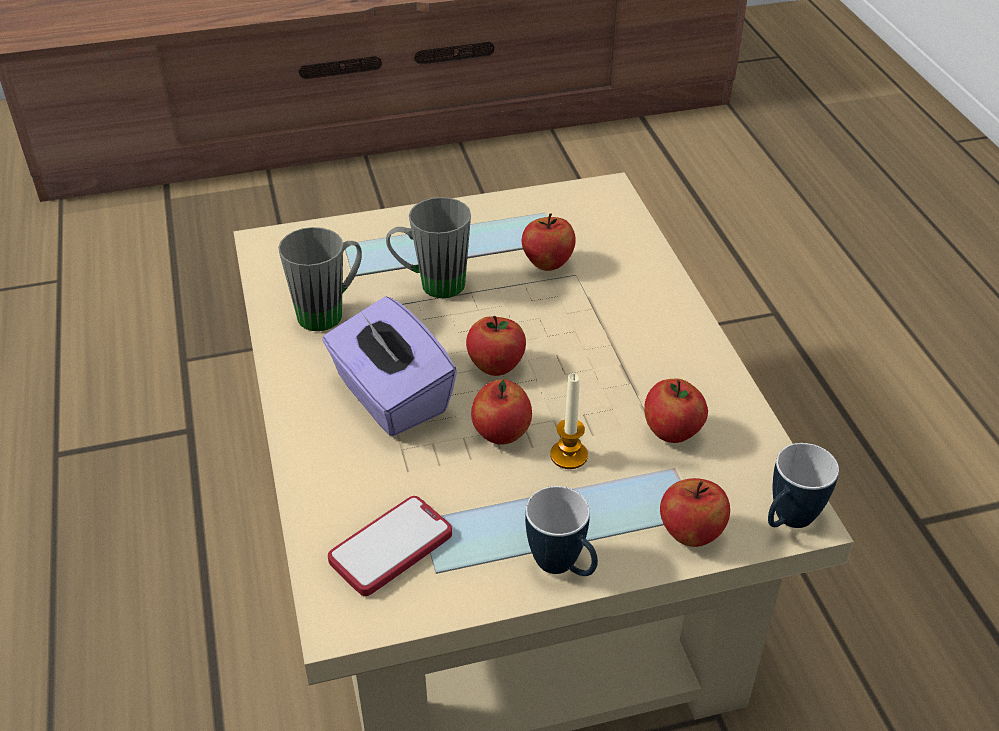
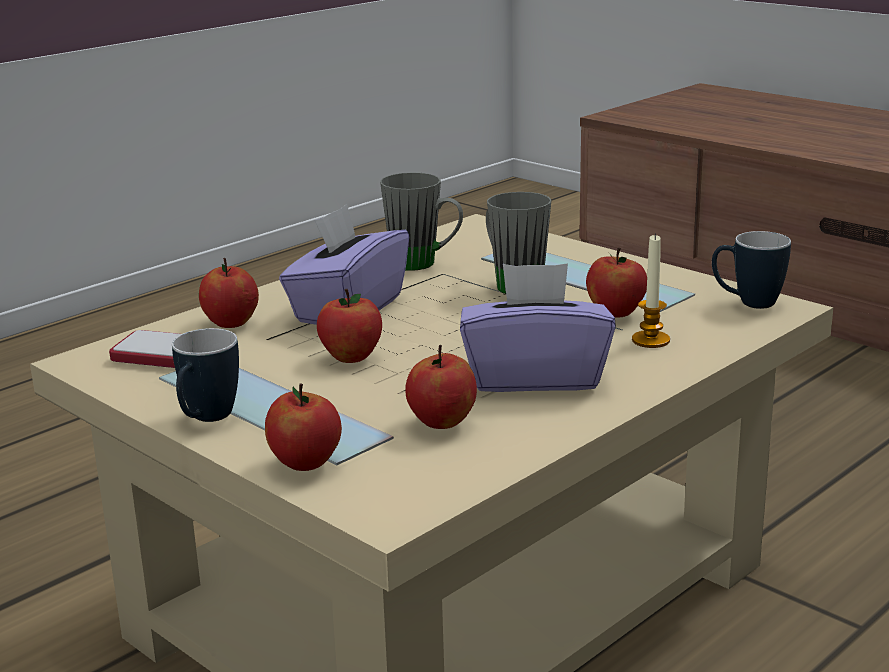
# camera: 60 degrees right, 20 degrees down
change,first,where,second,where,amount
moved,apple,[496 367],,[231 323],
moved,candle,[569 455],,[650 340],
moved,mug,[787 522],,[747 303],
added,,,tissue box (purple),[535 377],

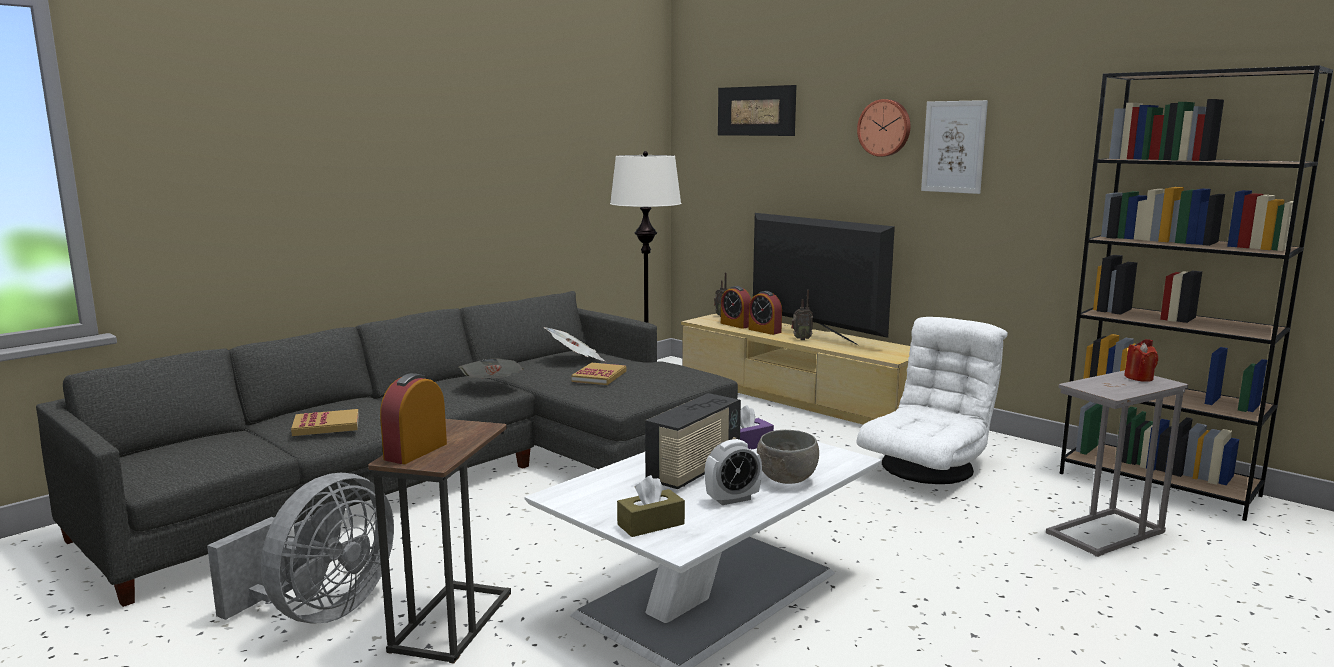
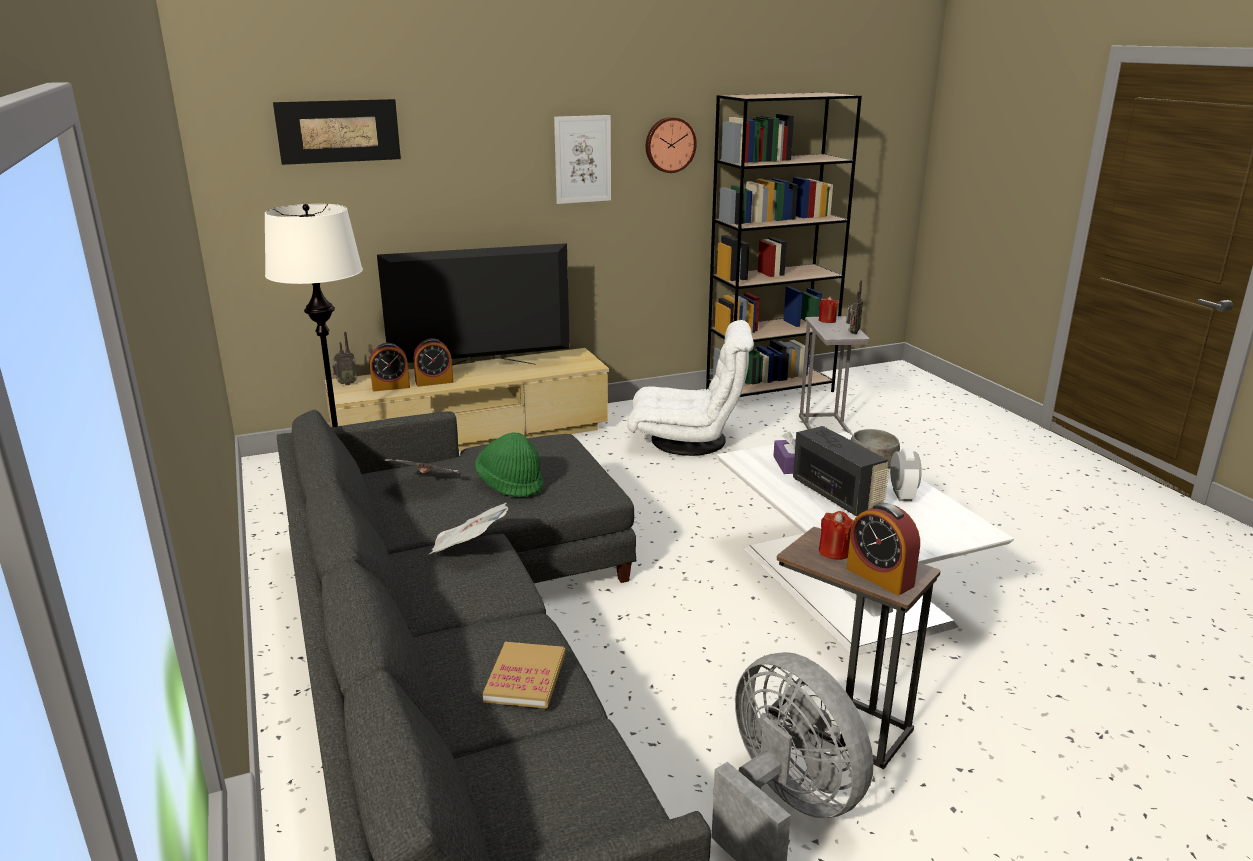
# camera: 65 degrees left, 10 degrees up
change,first,where,second,where,amount
replaced,book,[599 376],hat (green),[510 484],
removed,tissue box (brown),[651 524],,,
moved,radio,[801 339],,[851 333],
moved,wall clock,[885 128],,[669 145],
turned,armchair (white),[928 469],,[687 442],120 degrees clockwise
added,,,candle (red),[834 552],

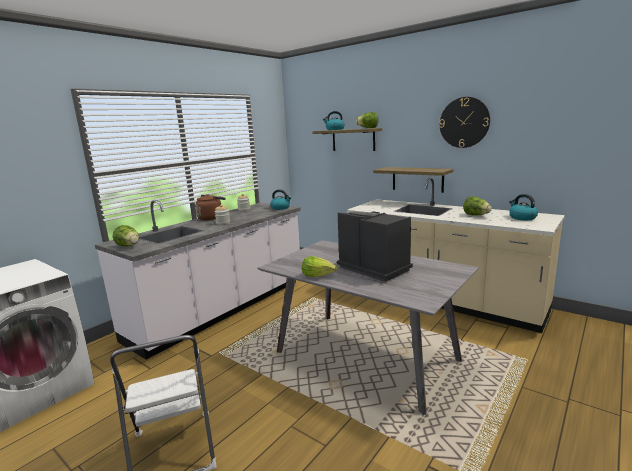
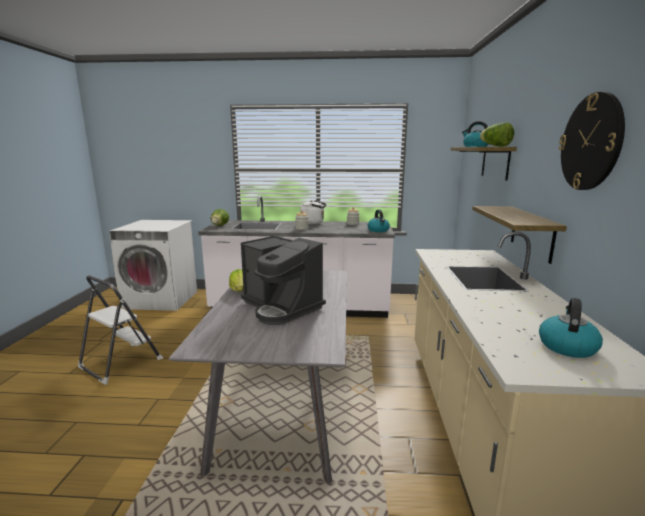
# camera: 55 degrees right, 0 degrees up
change,first,where,second,where,amount
recoloured,kettle (brown),[211 218],kettle (white),[313 223],
turned,coffee machine,[374 268],,[281 307],120 degrees clockwise
removed,lettuce,[476 215],,,

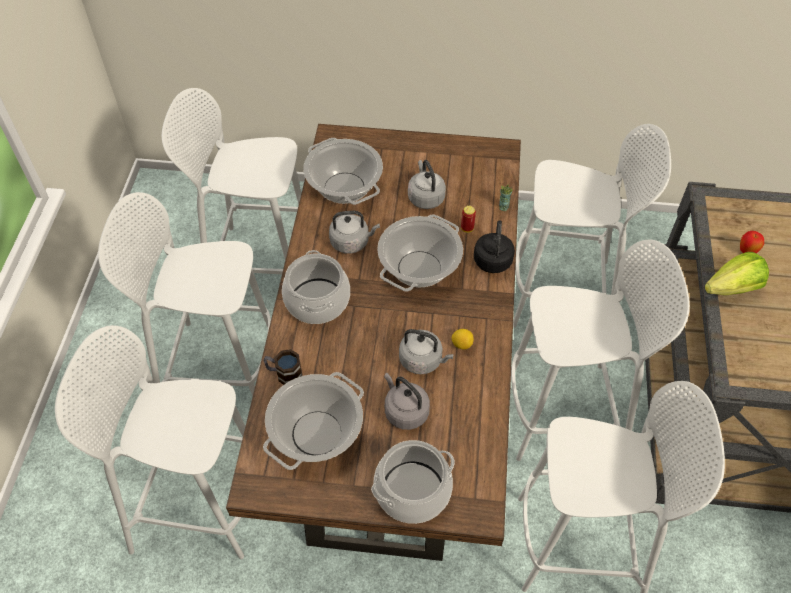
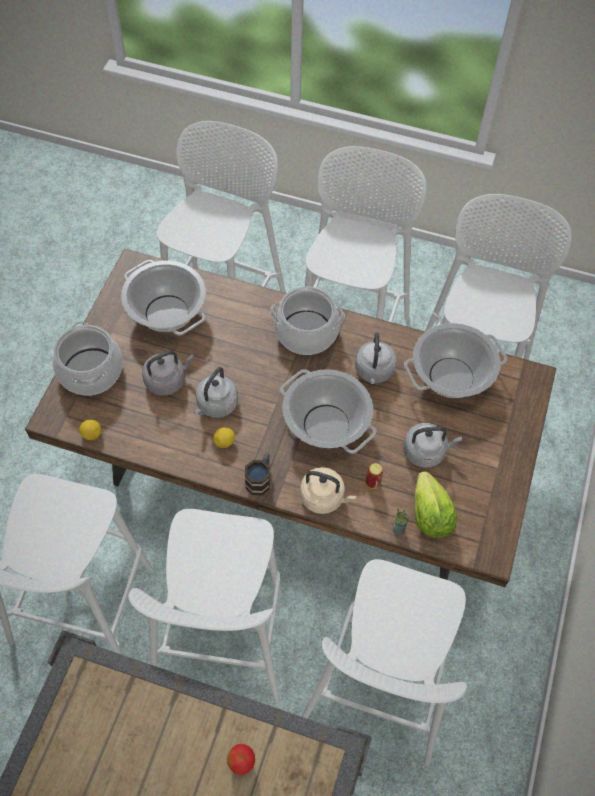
# camera: 100 degrees right, 5 degrees up
change,first,where,second,where,amount
moved,mug,[284 374],,[260 479],
recoloured,kettle (black),[493 259],kettle (beige),[324 498],
moved,lettuce,[732 288],,[430 515],
added,,,lemon,[92 434],

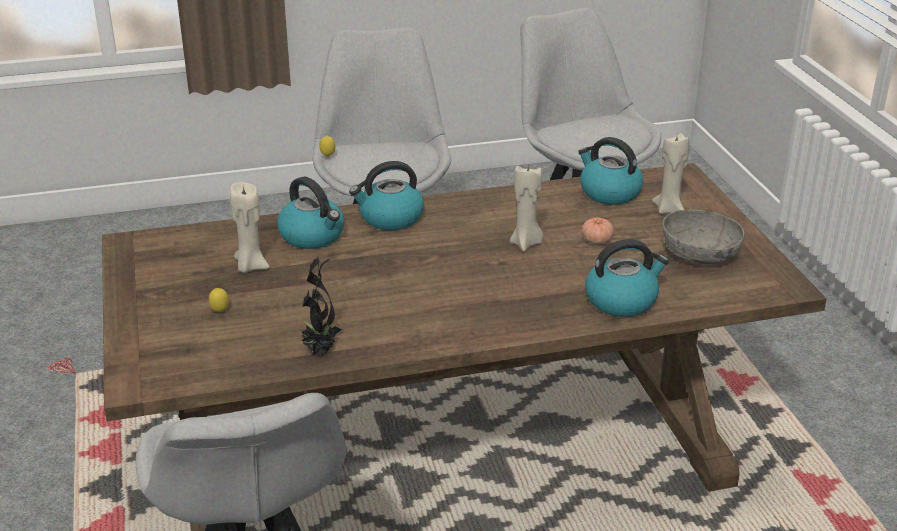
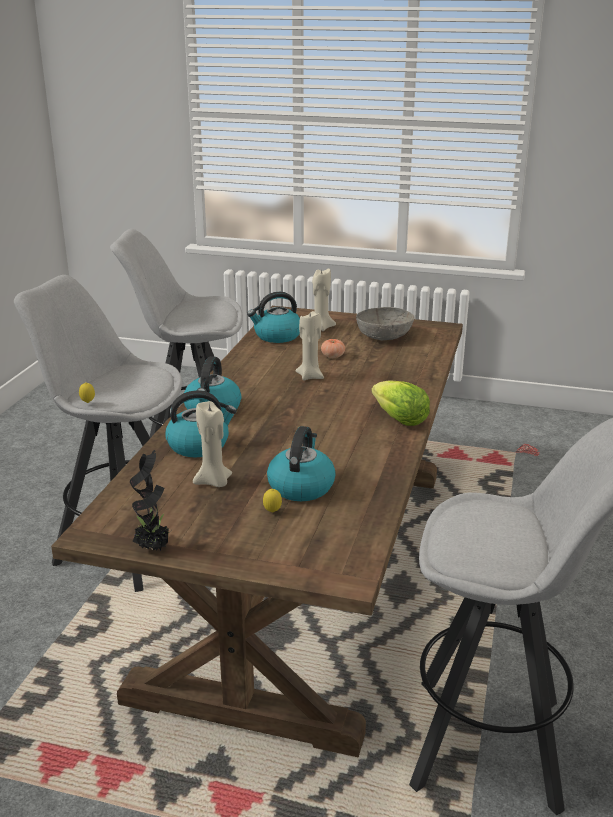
# camera: 60 degrees left, 5 degrees down
change,first,where,second,where,amount
moved,potted plant,[320 351],,[154 548],
moved,kettle,[622 300],,[301 486],
added,,,lettuce,[400 420],

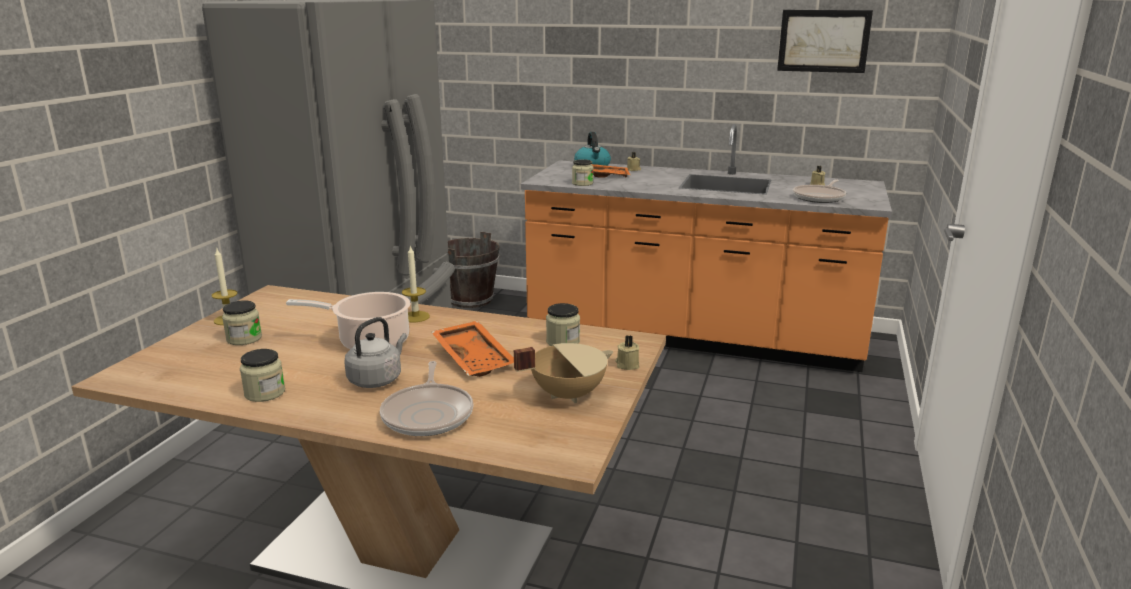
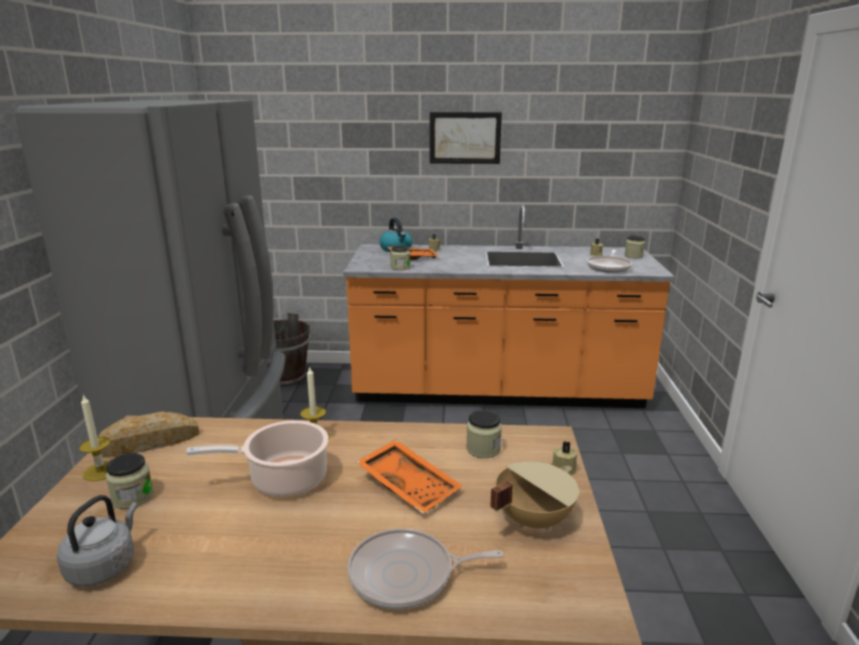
# camera: 15 degrees left, 0 degrees up
change,first,where,second,where,amount
moved,jar,[265 393],,[633 256],
moved,kettle (grey),[377 379],,[104 566],
turned,frying pan,[428 414],,[407 575],105 degrees clockwise
moved,picture,[823 41],,[465 138],
added,,,bread,[148 442],

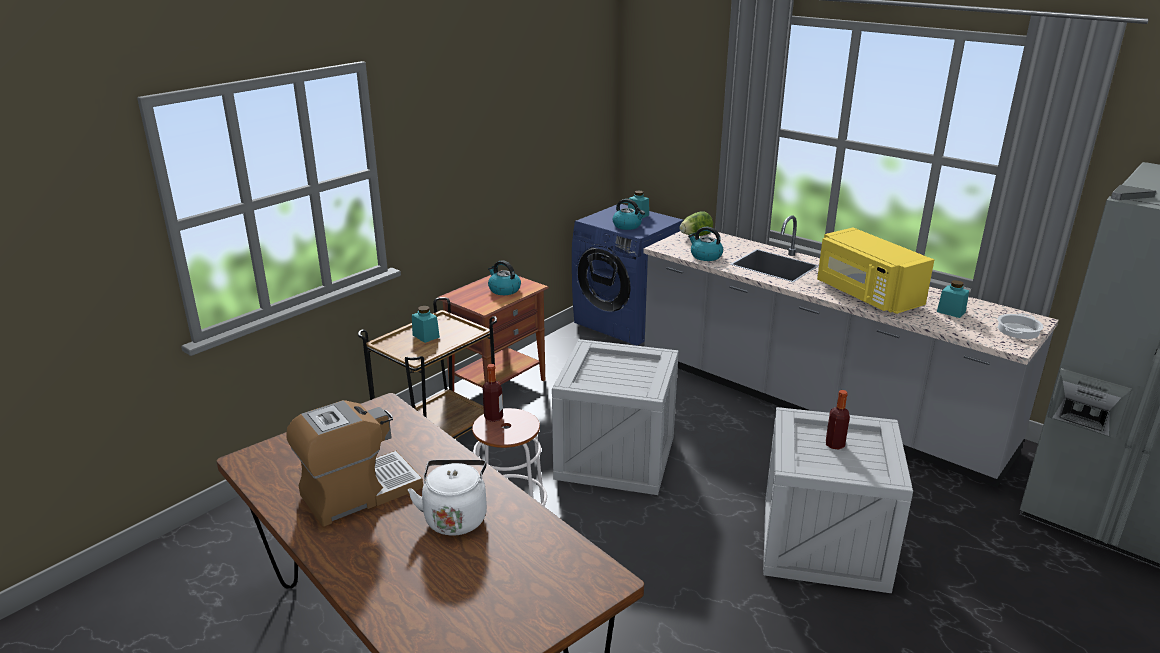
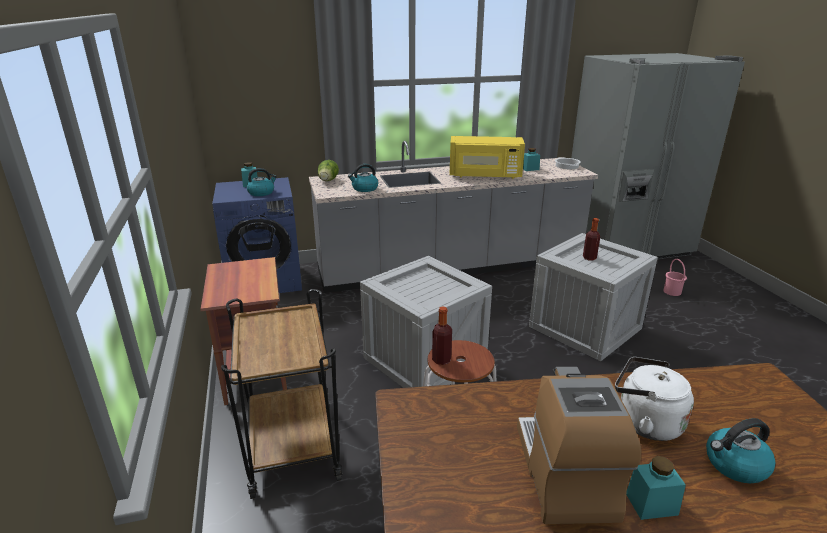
# camera: 55 degrees left, 0 degrees up
change,first,where,second,where,amount
moved,jar (turquoise),[426 336],,[651 504],
moved,kettle,[504 290],,[735 465],
added,,,bucket (pink),[672 291],

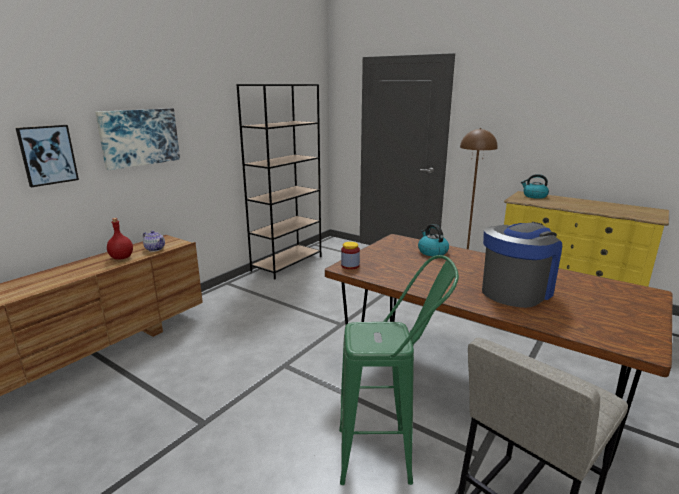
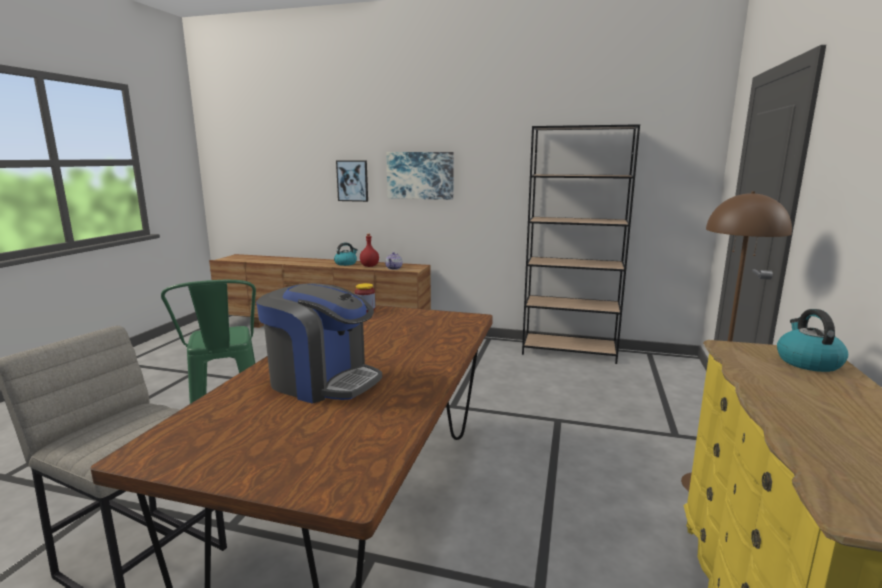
# camera: 70 degrees right, 5 degrees down
change,first,where,second,where,amount
moved,kettle,[432 252],,[346 263],

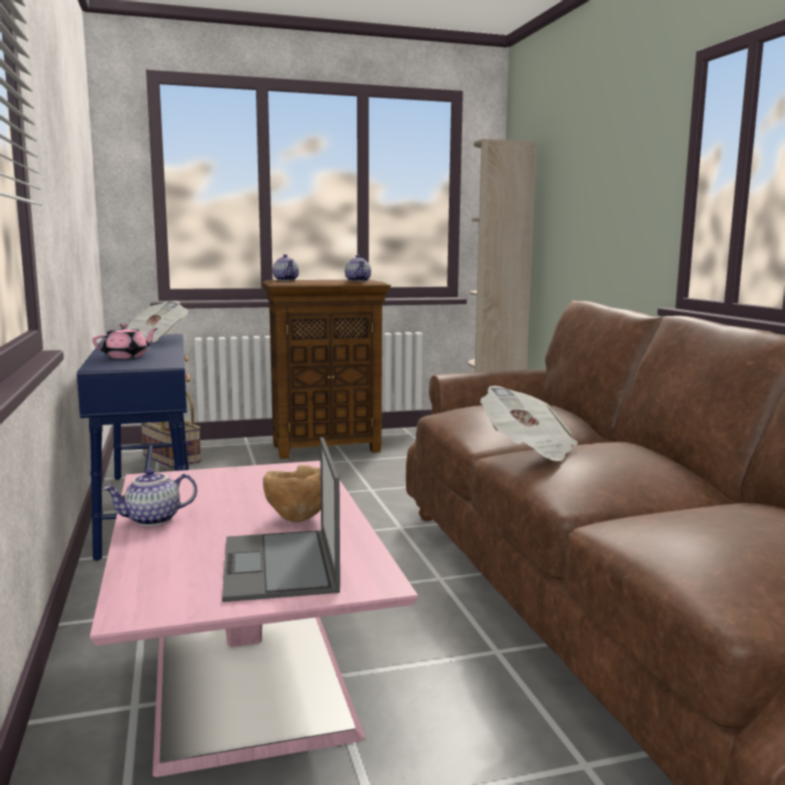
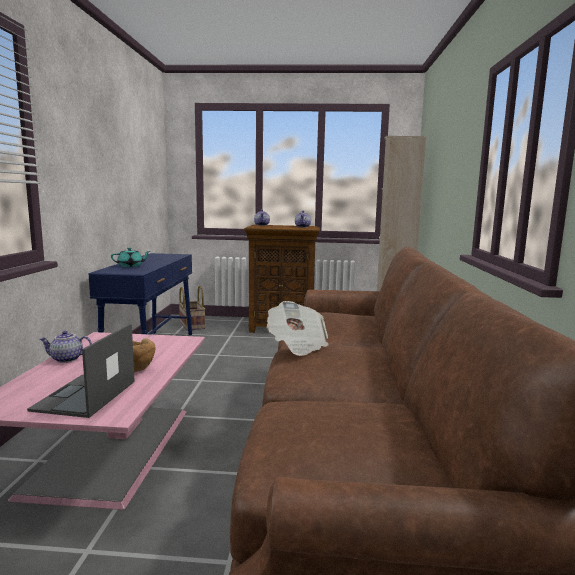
# camera: 20 degrees right, 0 degrees up
change,first,where,second,where,amount
recoloured,teapot (pink),[127 356],teapot (turquoise),[131 266],
removed,newspaper,[153 341],,,

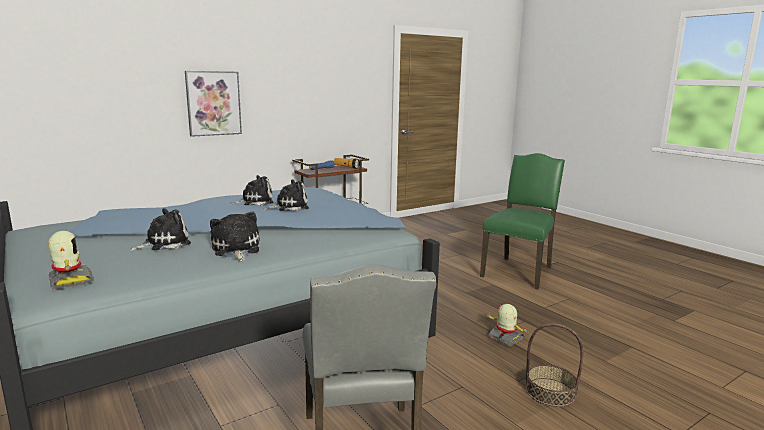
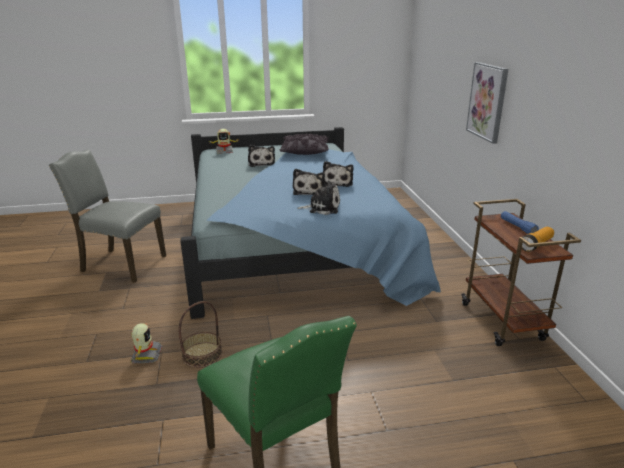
# camera: 115 degrees right, 10 degrees up
change,first,where,second,where,amount
moved,plush toy,[236 250],,[322 208],
turned,toy robot,[505 338],,[146 355],75 degrees counterclockwise
moved,basket,[550 392],,[202 354],
added,,,pillow (black),[305 151],

